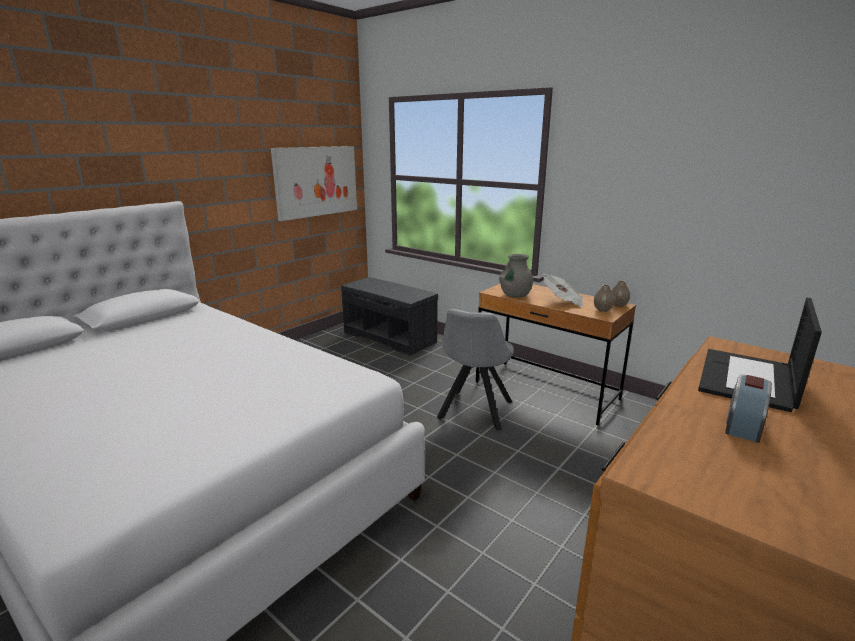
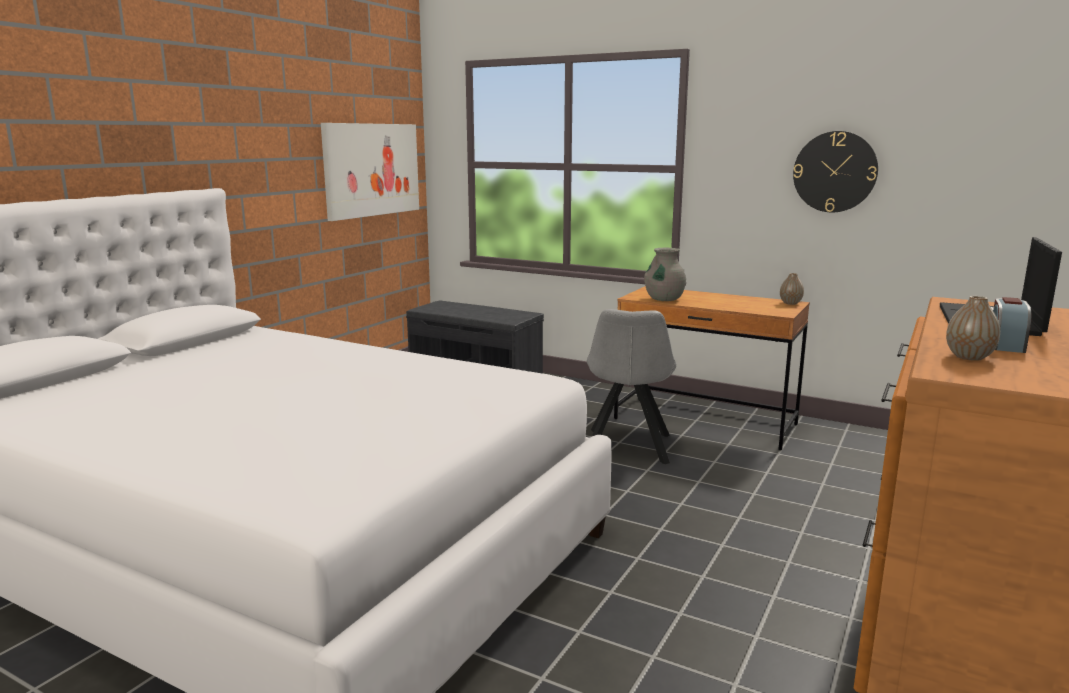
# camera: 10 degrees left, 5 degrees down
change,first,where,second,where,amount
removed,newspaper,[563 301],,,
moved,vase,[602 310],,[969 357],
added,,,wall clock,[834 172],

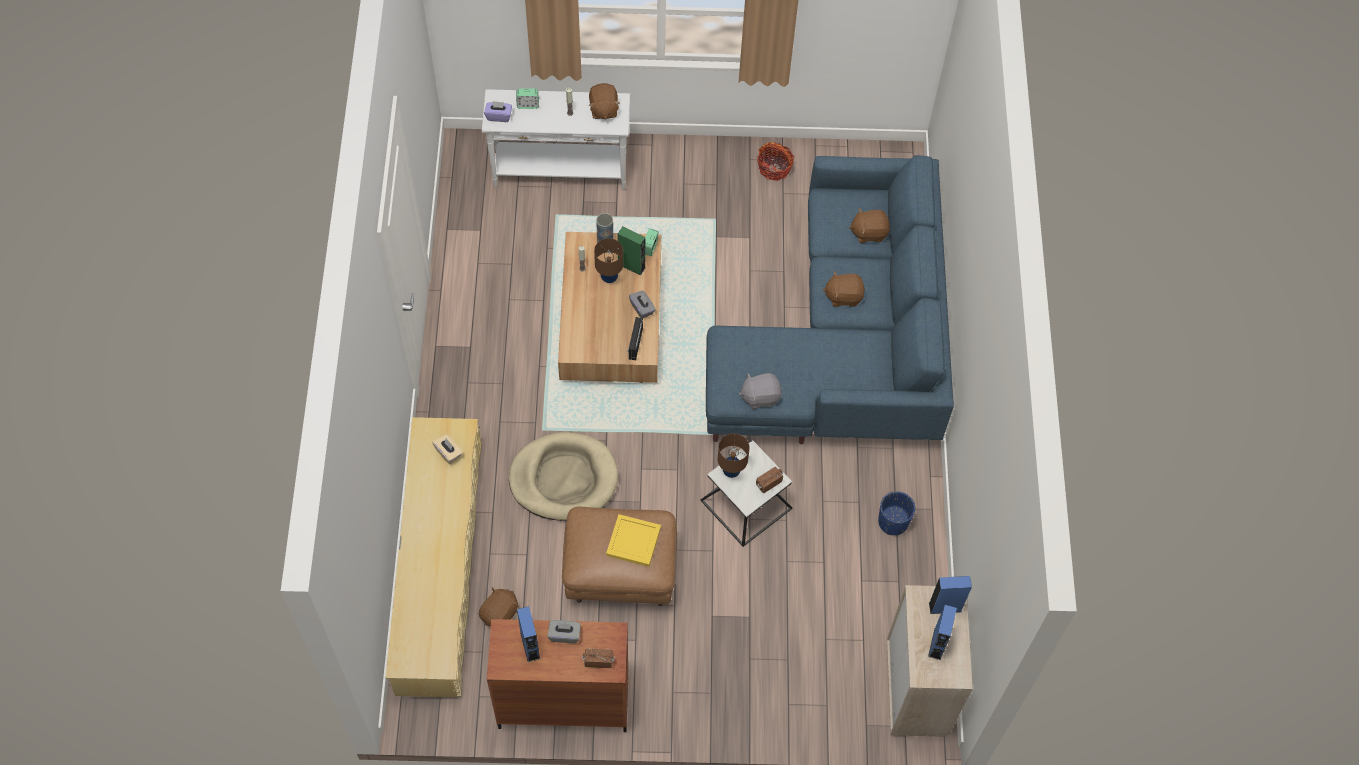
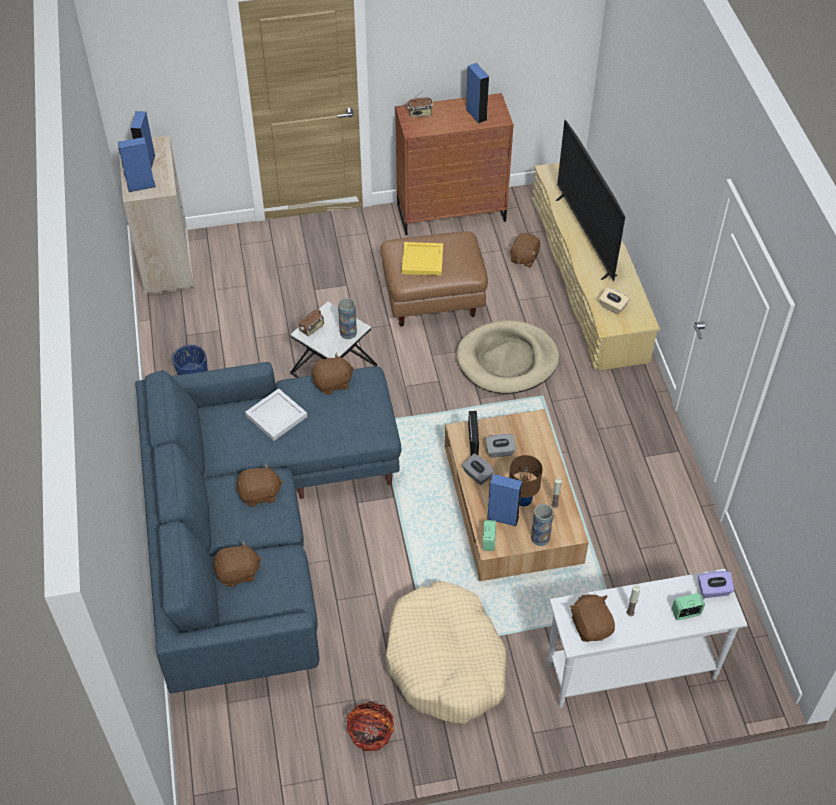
# camera: 170 degrees right, 10 degrees down
change,first,where,second,where,amount
moved,tissue box (grey),[564 635],,[500 451],
recoloured,speaker (green),[631 266],speaker (blue),[502 518],
replaced,table lamp (brown),[732 470],vase,[348 333],
recoloured,plush toy (grey),[760 396],plush toy (brown),[332 383],
added,,,tray (white),[276 415],
added,,,dog bed (beige),[446 662],
added,,,television,[585 237],

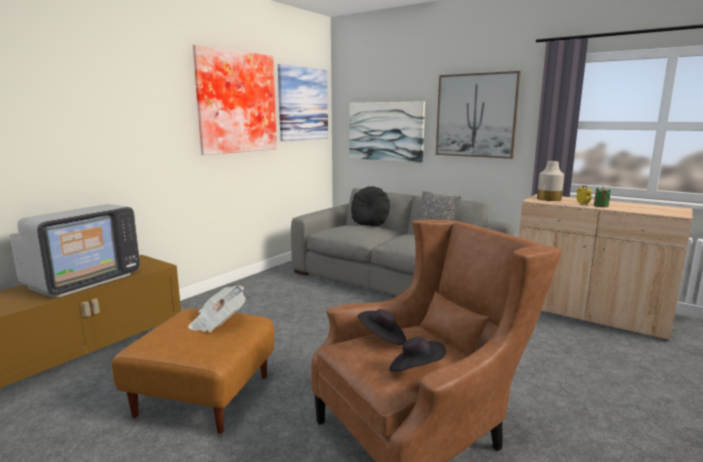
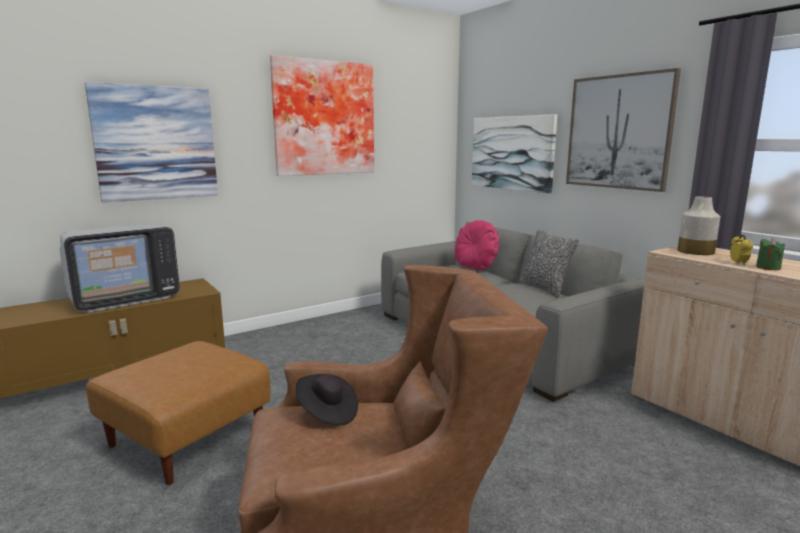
# camera: 20 degrees right, 0 degrees up
change,first,where,second,where,amount
removed,newspaper,[218 322],,,
moved,picture,[303 104],,[156 143],
recoloured,pillow (black),[370 225],pillow (pink),[476 267],
removed,hat (black),[416 370],,,

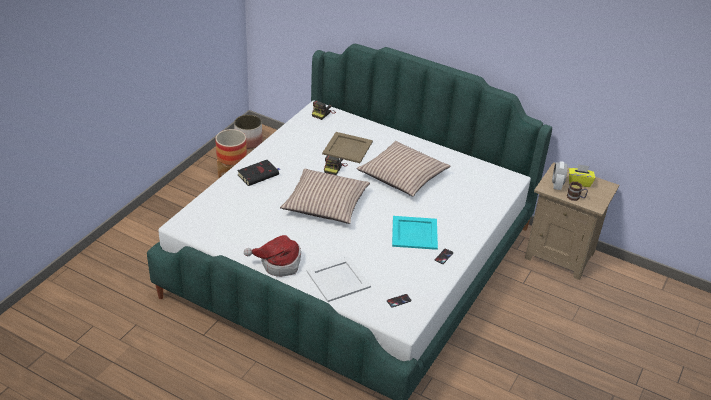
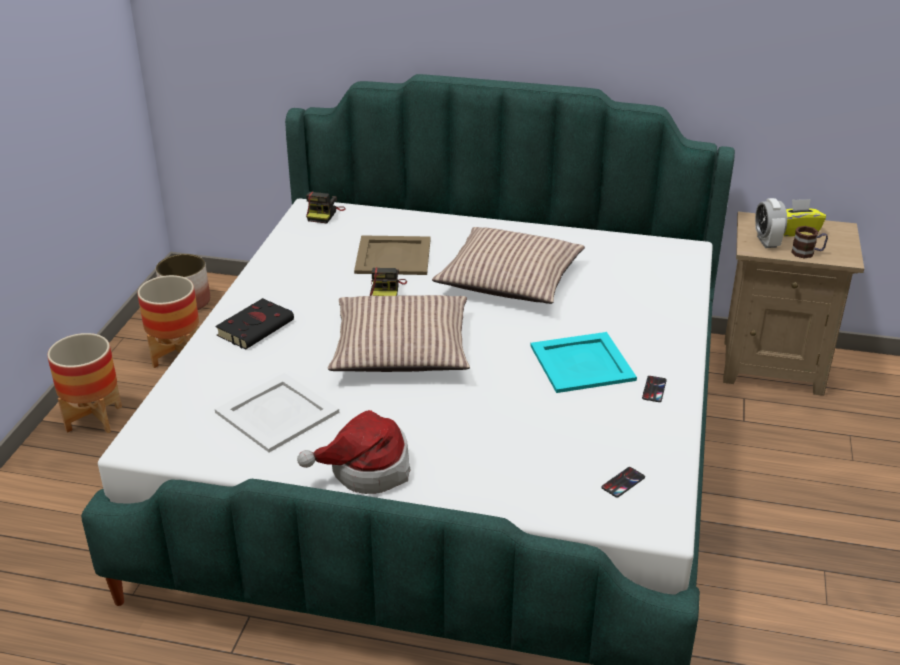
# camera: 15 degrees left, 5 degrees down
change,first,where,second,where,amount
moved,tray (white),[338 279],,[277 412],
added,,,planter,[94 419],

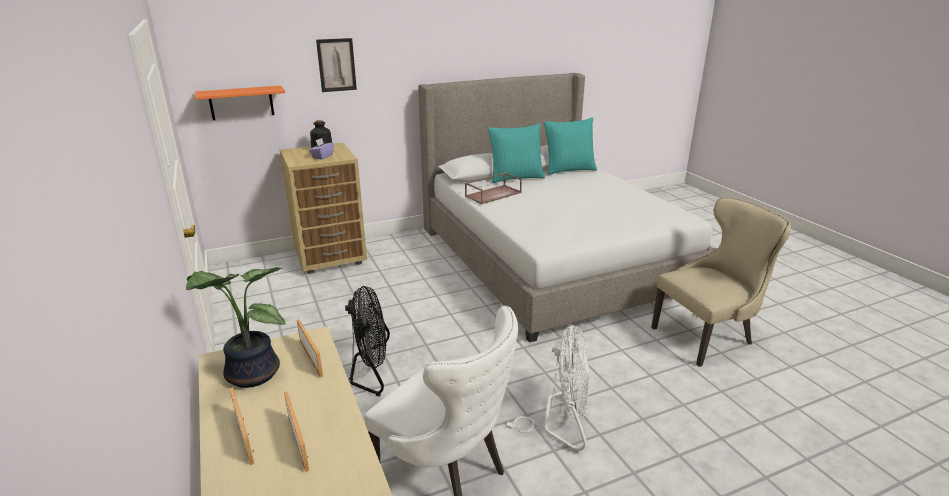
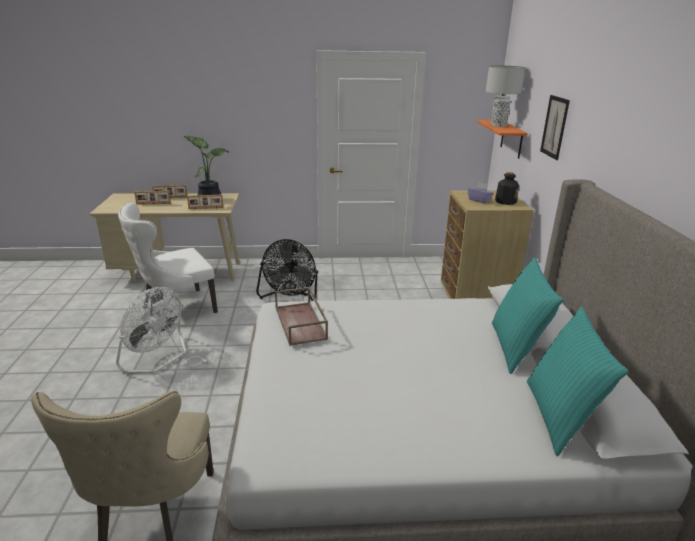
# camera: 110 degrees right, 0 degrees up
change,first,where,second,where,amount
moved,tray (brown),[493 194],,[301 323],
turned,fan (white),[560 418],,[166 358],90 degrees clockwise
added,,,table lamp (white),[498 125],

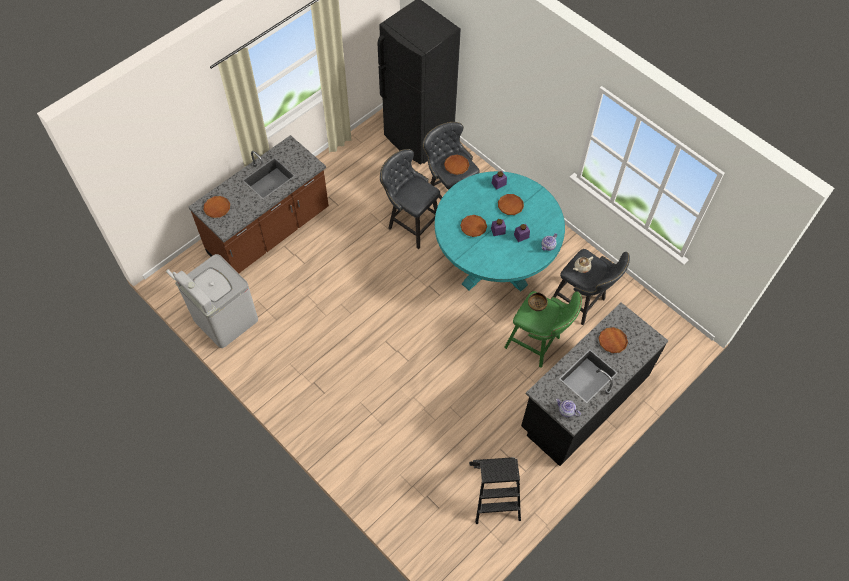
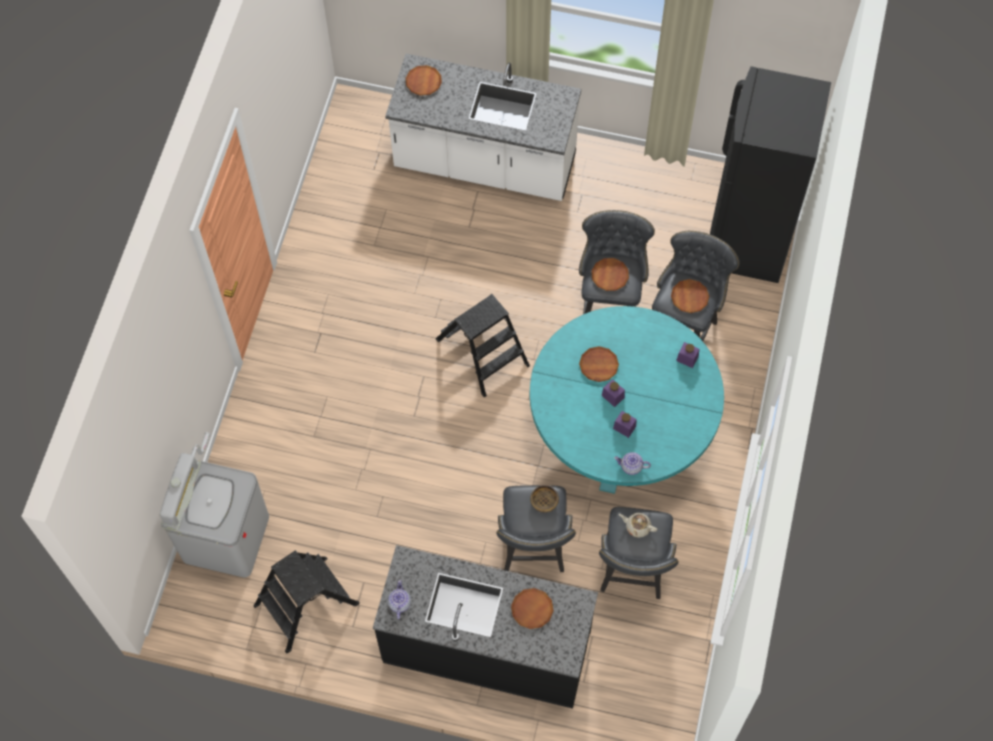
# camera: 60 degrees right, 5 degrees up
change,first,where,second,where,amount
moved,washing machine (grey),[224 319],,[226 536],
recoloured,counter (brown),[269 232],counter (white),[485 164],
moved,plate (brown),[510 205],,[610 276],
recoloured,stool (green),[538 345],stool (grey),[533 552],
added,,,step ladder (black),[482 352],

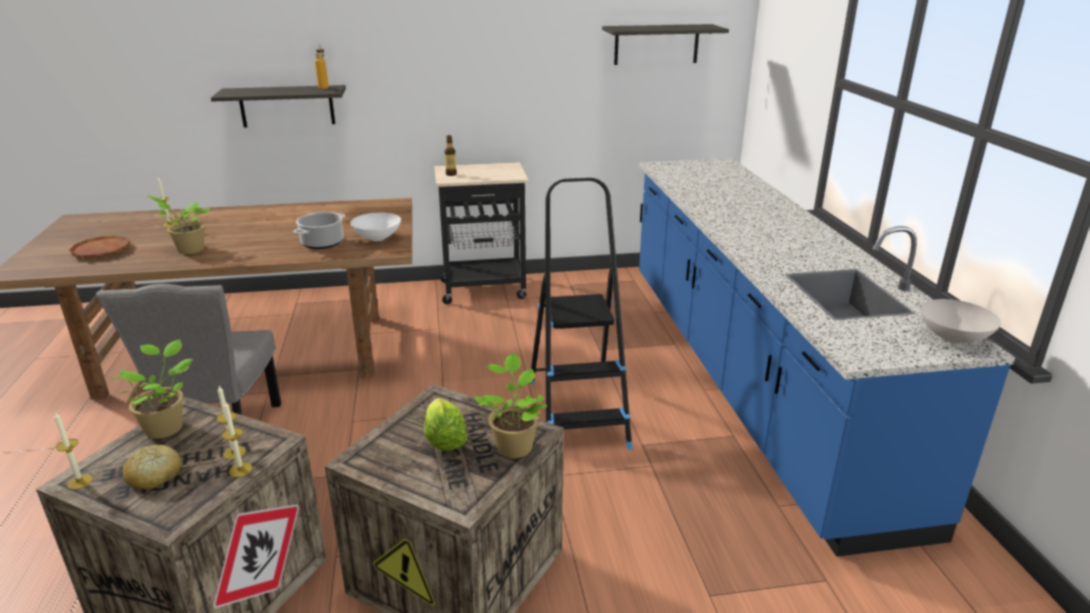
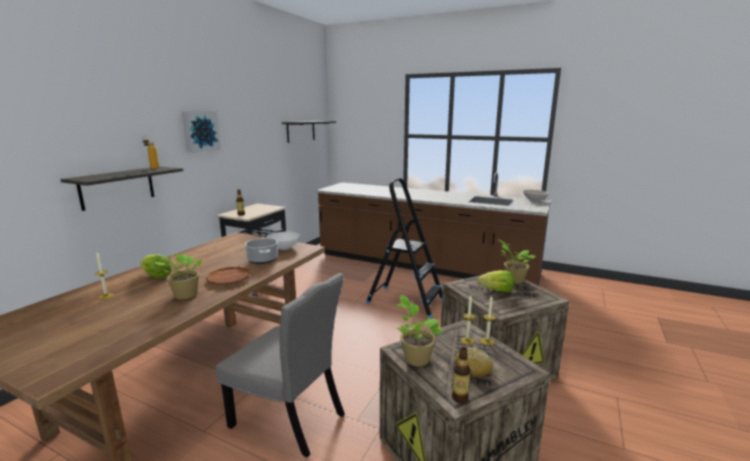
# camera: 55 degrees left, 10 degrees down
change,first,where,second,where,amount
replaced,candle,[80 482],bottle,[460 398],
moved,plate (brown),[101 251],,[229 279],
recoloured,counter (blue),[750 378],counter (brown),[423 265],
added,,,lettuce,[156 276],
added,,,picture,[200 131],

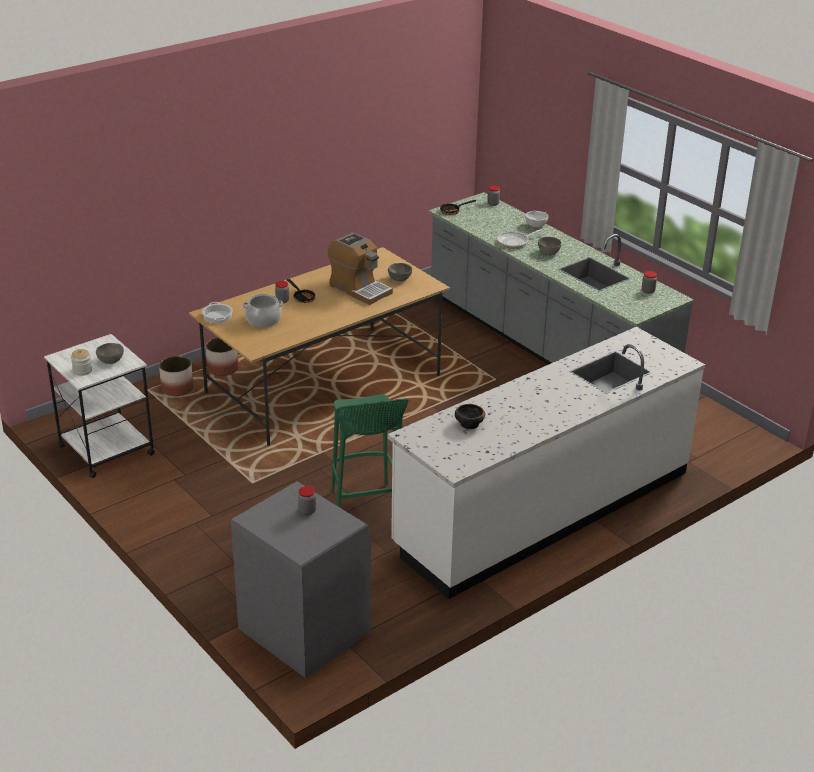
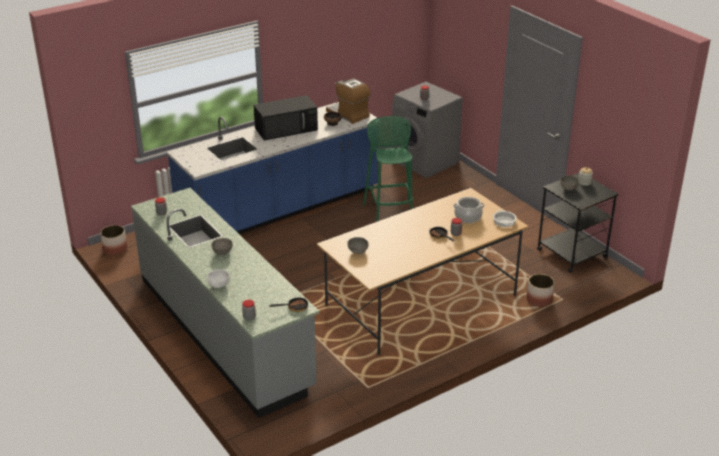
# camera: 175 degrees left, 0 degrees up
change,first,where,second,where,amount
recoloured,cart (white),[106 449],cart (black),[572 254],
moved,planter,[222 369],,[115 249],
moved,coffee machine,[359 289],,[348 114],
recoloured,counter (white),[543 509],counter (blue),[280 209],
removed,frying pan,[515 242],,,
added,,,microwave (black),[287 128],

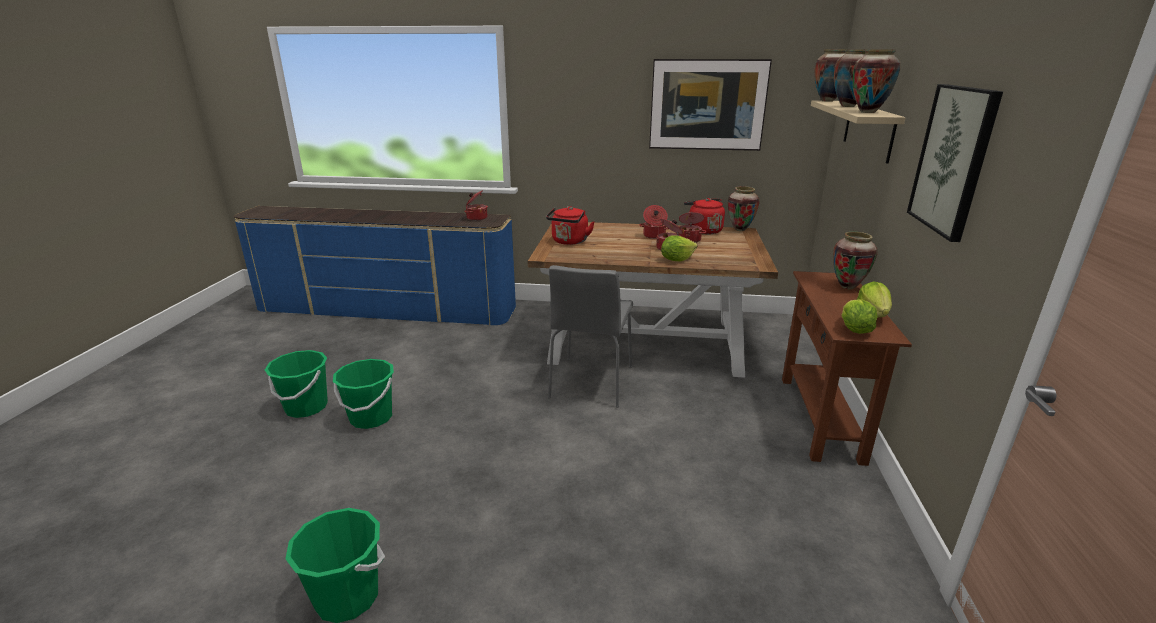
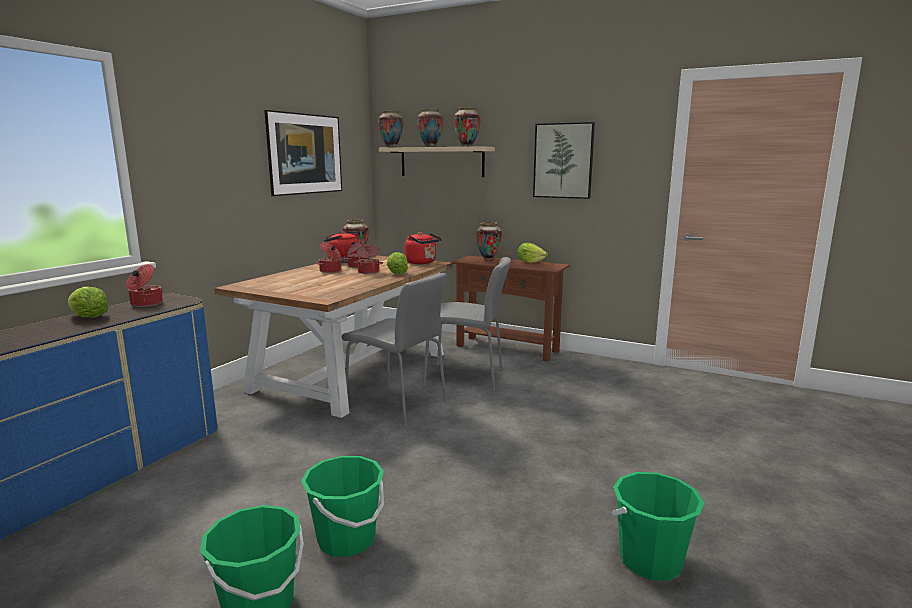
# camera: 70 degrees left, 10 degrees down
change,first,where,second,where,amount
moved,kettle (red),[569 242],,[422 262],
moved,lettuce,[854 330],,[89 317],
added,,,chair (grey),[467 377],

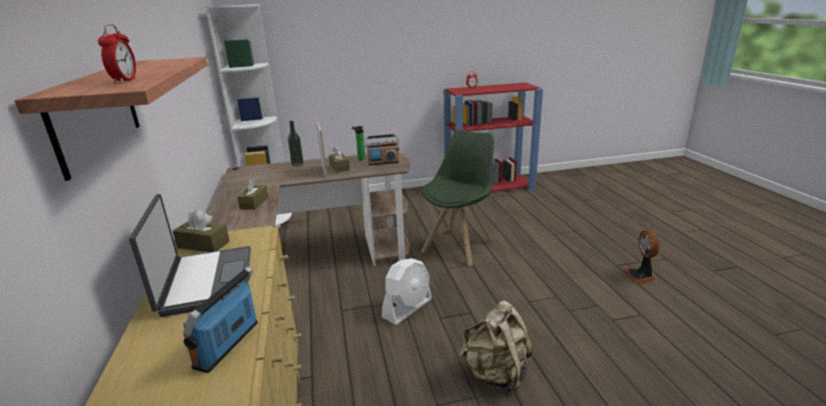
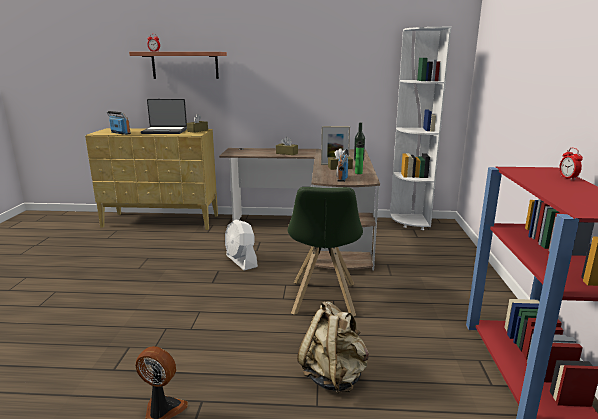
# camera: 105 degrees right, 5 degrees down
change,first,where,second,where,amount
turned,chair (green),[459 246],,[323 299],45 degrees clockwise
moved,backpack (beige),[496 374],,[334 376],

